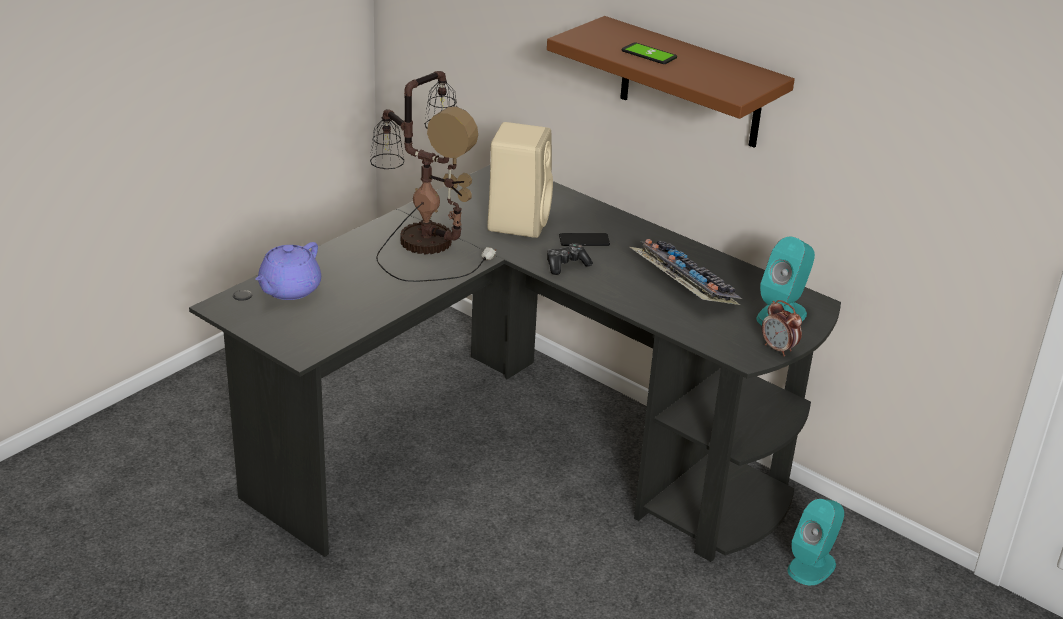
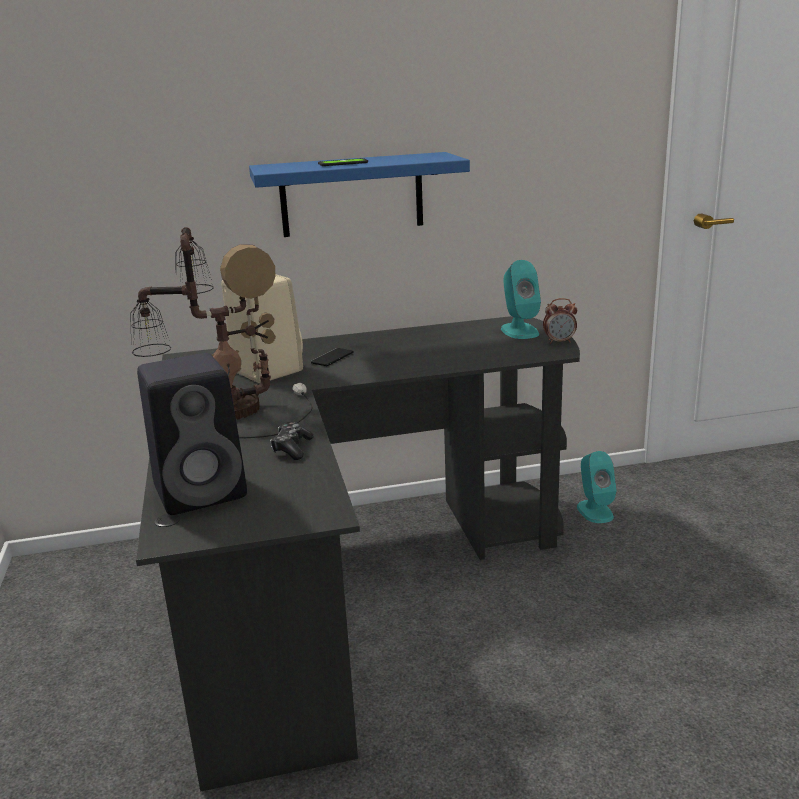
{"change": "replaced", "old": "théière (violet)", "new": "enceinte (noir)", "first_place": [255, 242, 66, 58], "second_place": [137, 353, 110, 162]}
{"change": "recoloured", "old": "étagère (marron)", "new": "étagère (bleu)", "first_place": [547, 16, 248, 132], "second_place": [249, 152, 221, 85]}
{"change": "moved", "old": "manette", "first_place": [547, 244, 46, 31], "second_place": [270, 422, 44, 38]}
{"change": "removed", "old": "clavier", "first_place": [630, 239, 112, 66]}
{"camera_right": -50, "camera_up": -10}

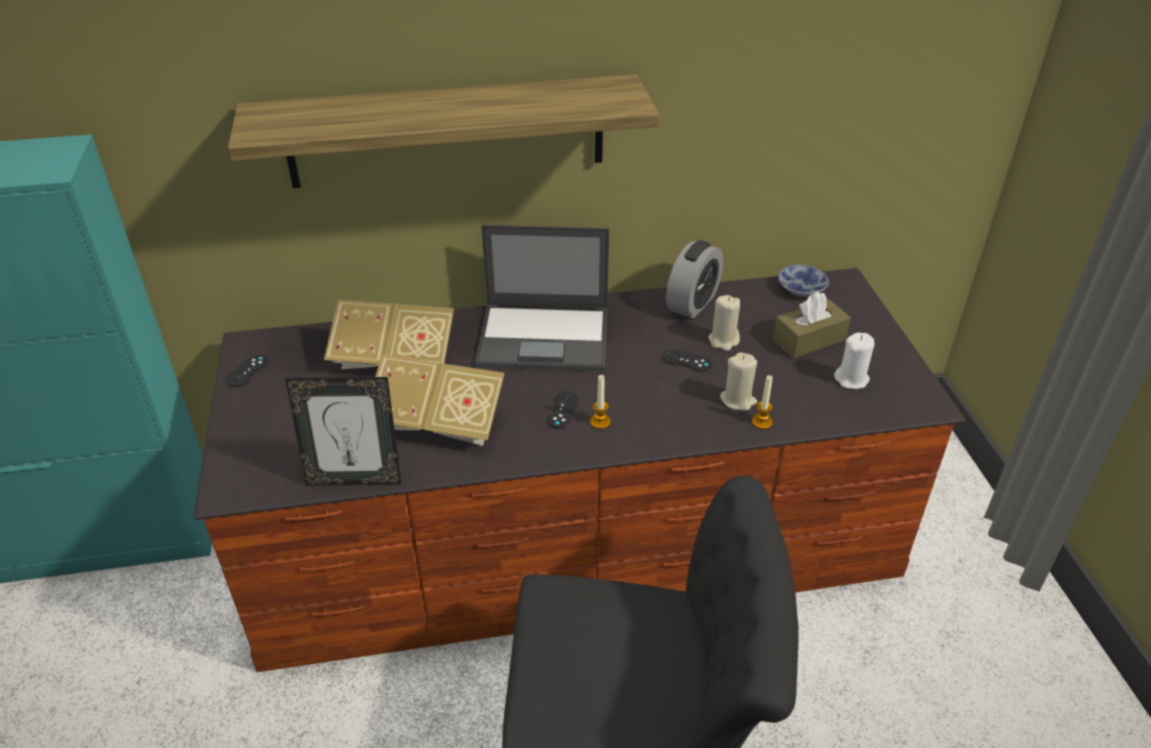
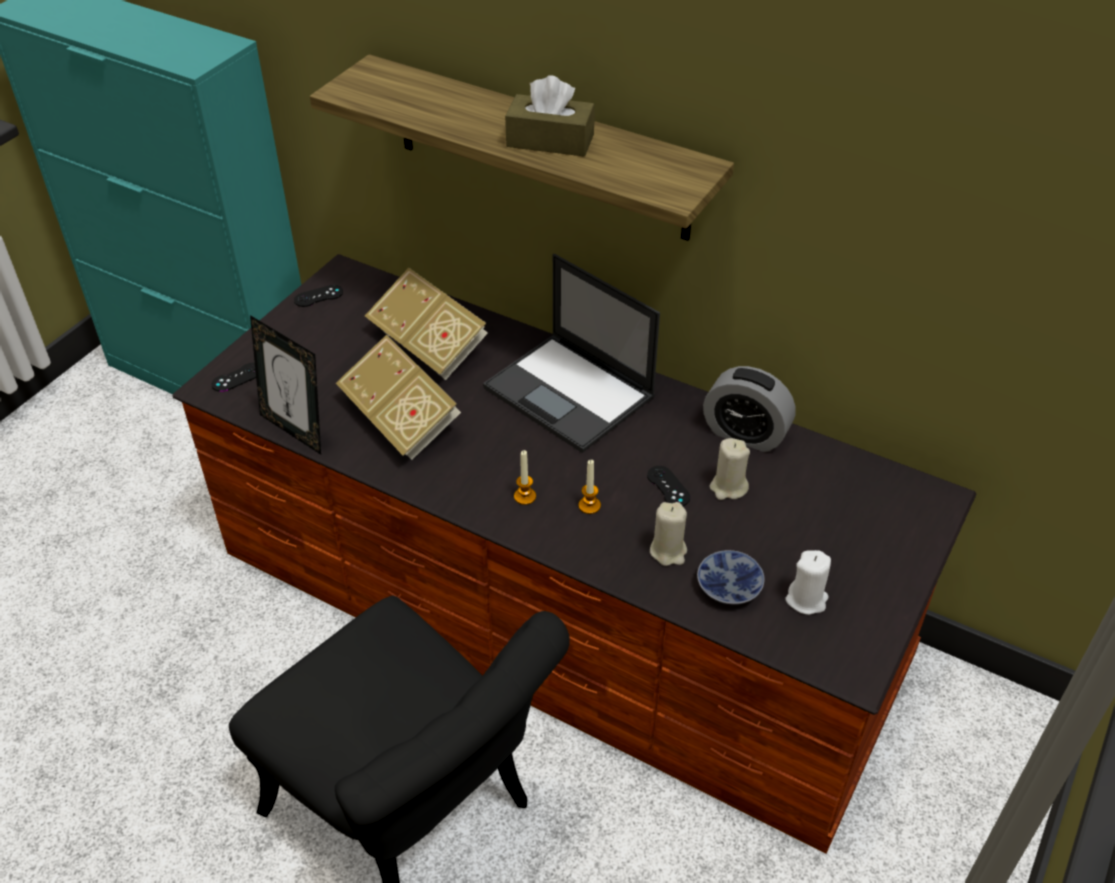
{"change": "moved", "old": "manette (noir)", "first_place": [547, 391, 31, 38], "second_place": [212, 363, 44, 29]}
{"change": "turned", "old": "réveil", "first_place": [666, 240, 57, 79], "second_place": [703, 366, 93, 86], "degrees": 45}
{"change": "moved", "old": "bougie", "first_place": [752, 375, 21, 54], "second_place": [579, 460, 22, 54]}
{"change": "moved", "old": "boîte à mouchoirs (marron)", "first_place": [773, 292, 78, 66], "second_place": [505, 75, 90, 82]}
{"change": "moved", "old": "bol", "first_place": [778, 265, 51, 32], "second_place": [697, 550, 68, 55]}
{"camera_right": 40, "camera_up": 5}

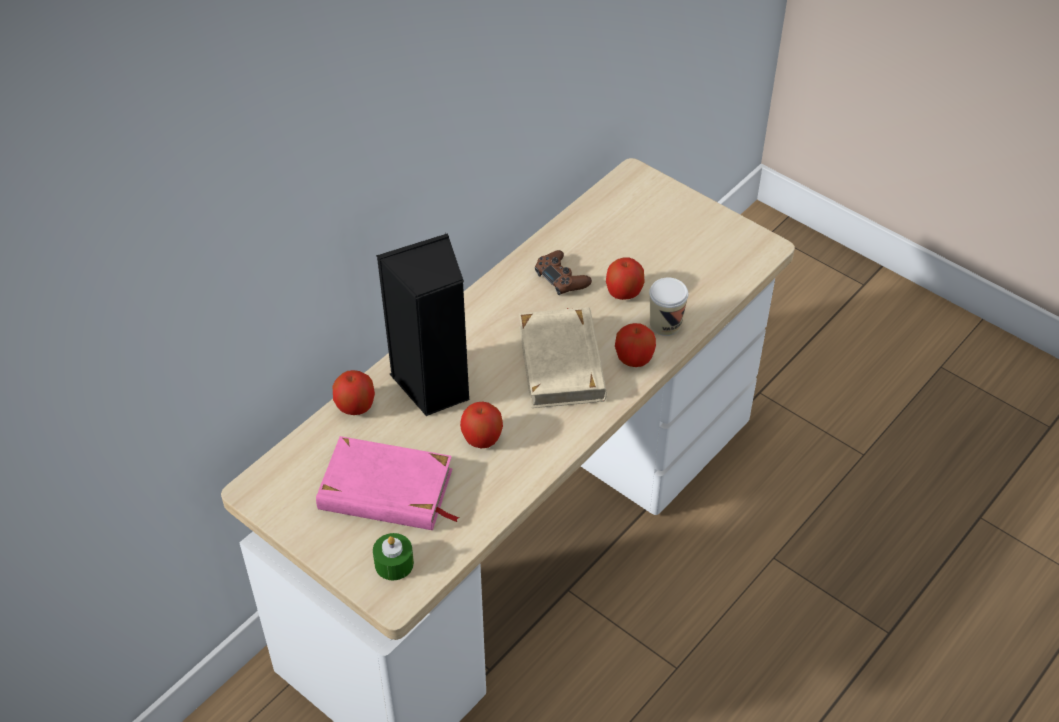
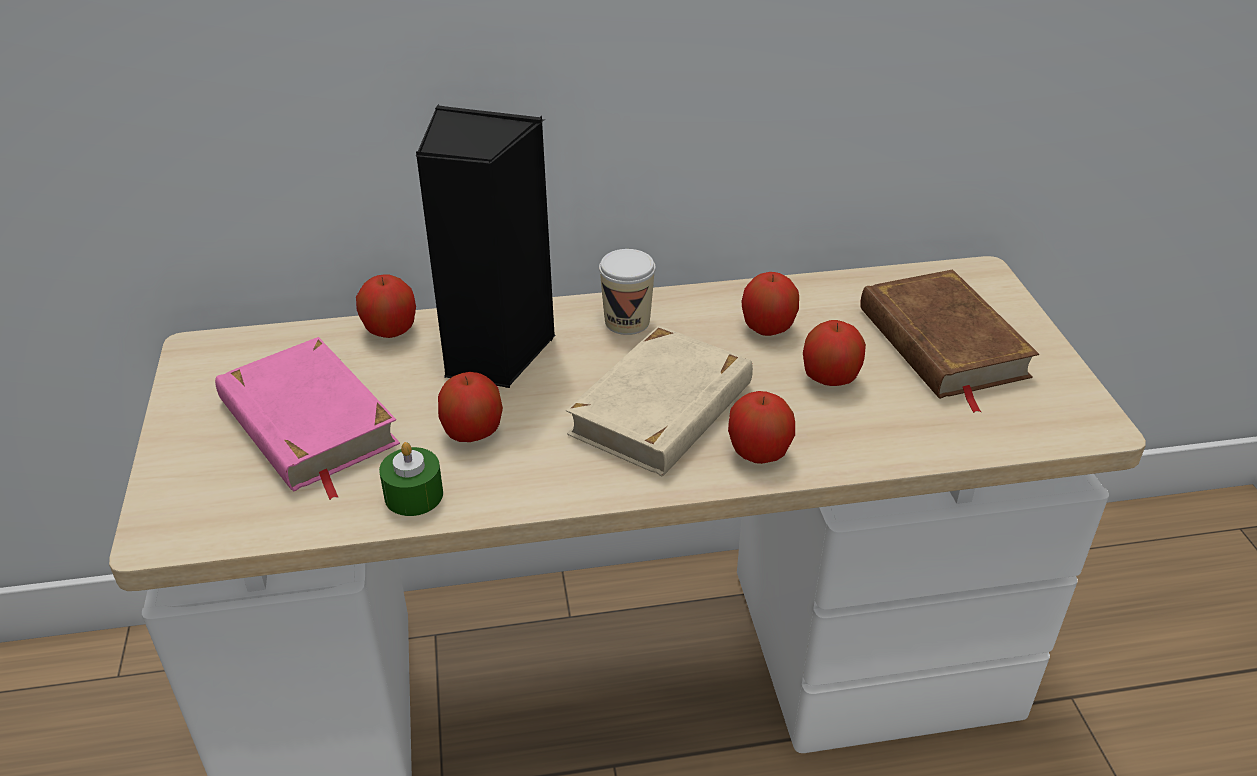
{"change": "moved", "old": "bougie (vert)", "first_place": [373, 533, 41, 47], "second_place": [379, 442, 64, 74]}
{"change": "replaced", "old": "manette (marron)", "new": "pomme", "first_place": [535, 250, 57, 45], "second_place": [742, 272, 57, 64]}
{"change": "moved", "old": "tasse", "first_place": [649, 277, 39, 59], "second_place": [599, 249, 57, 86]}
{"change": "added", "new": "livre (marron)", "second_place": [860, 270, 179, 143]}
{"camera_right": 40, "camera_up": -10}

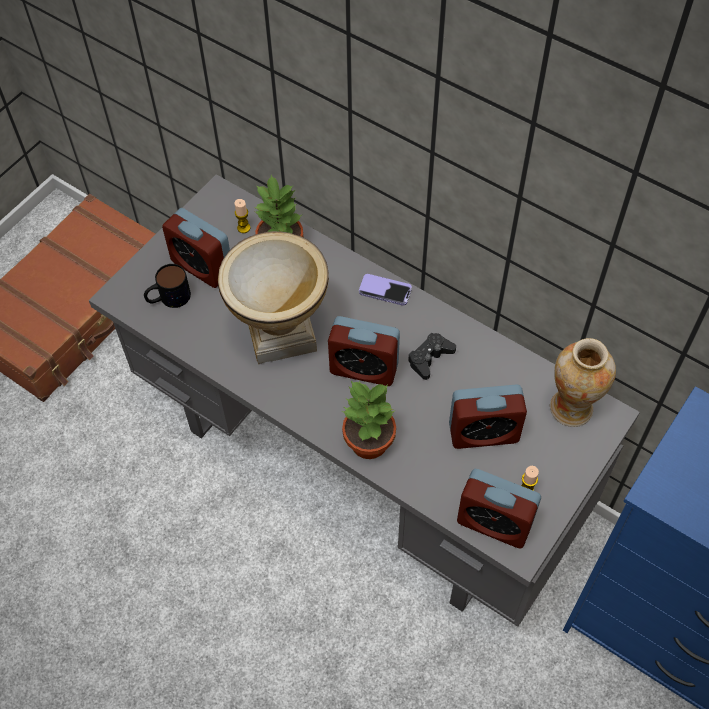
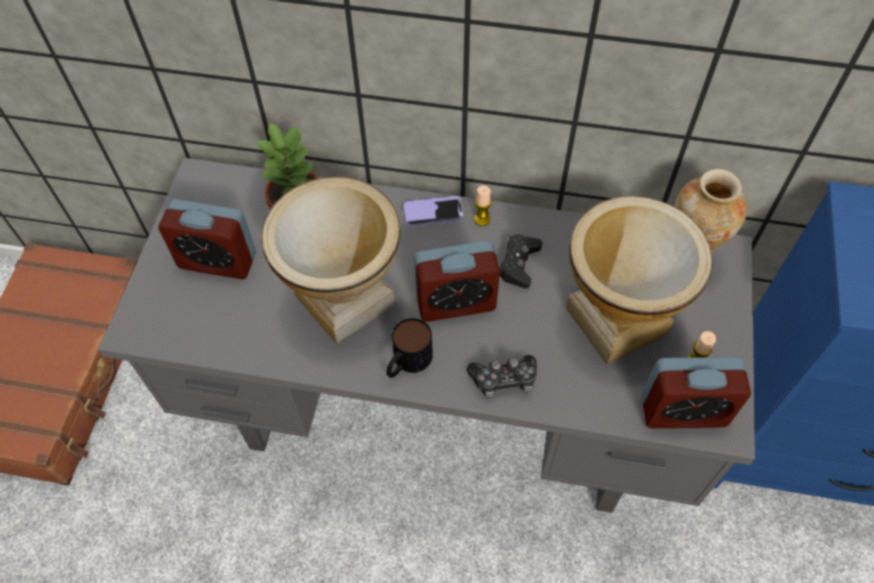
{"change": "moved", "old": "mug", "first_place": [144, 264, 47, 44], "second_place": [386, 318, 47, 60]}
{"change": "moved", "old": "bougie", "first_place": [234, 199, 16, 34], "second_place": [474, 186, 18, 40]}
{"change": "replaced", "old": "plante en pot", "new": "manette", "first_place": [342, 381, 54, 78], "second_place": [467, 355, 70, 43]}
{"change": "replaced", "old": "réveil", "new": "vase", "first_place": [449, 385, 78, 64], "second_place": [566, 196, 147, 169]}
{"camera_right": -25, "camera_up": 0}

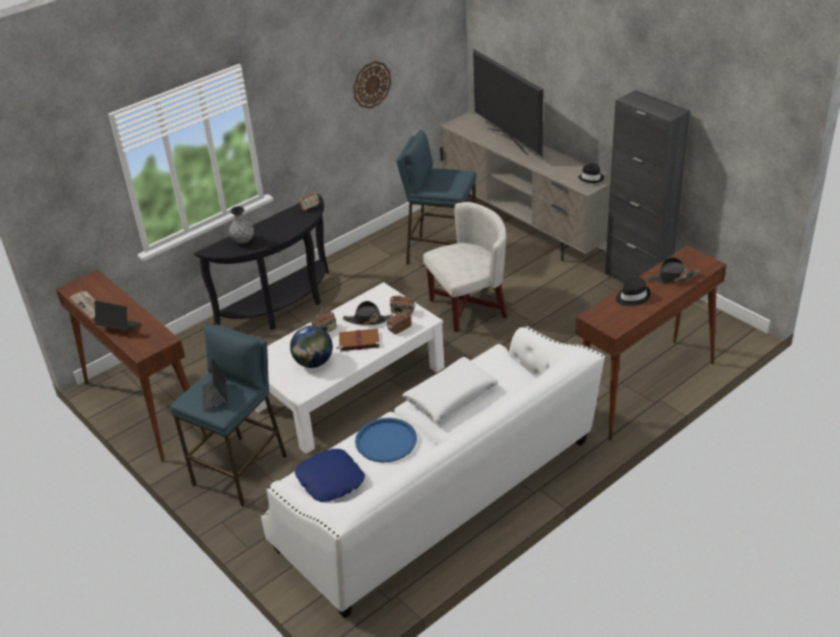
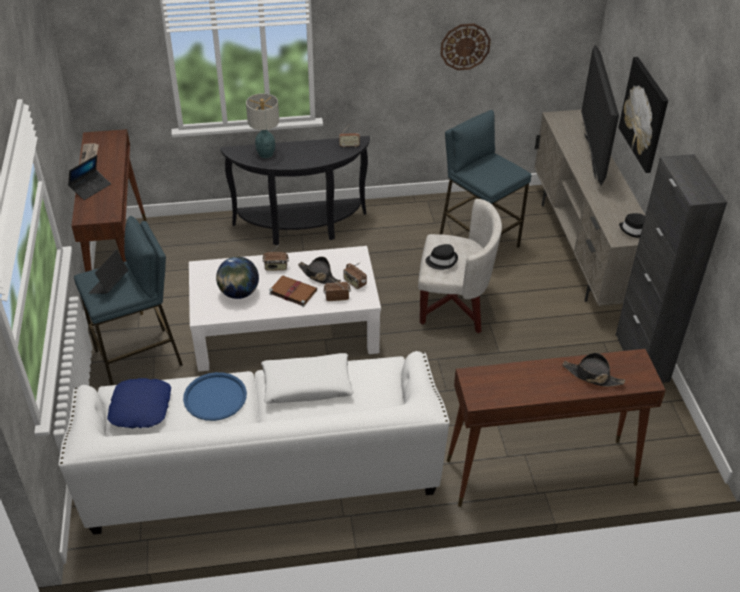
{"change": "turned", "old": "ordinateur portable", "first_place": [95, 300, 46, 31], "second_place": [68, 155, 43, 45], "degrees": 75}
{"change": "replaced", "old": "vase (gris)", "new": "lampe de table", "first_place": [229, 206, 25, 38], "second_place": [246, 93, 33, 65]}
{"change": "moved", "old": "chapeau (noir)", "first_place": [616, 277, 34, 29], "second_place": [425, 244, 33, 26]}
{"change": "added", "new": "tableau", "second_place": [618, 57, 50, 116]}
{"camera_right": 30, "camera_up": 5}

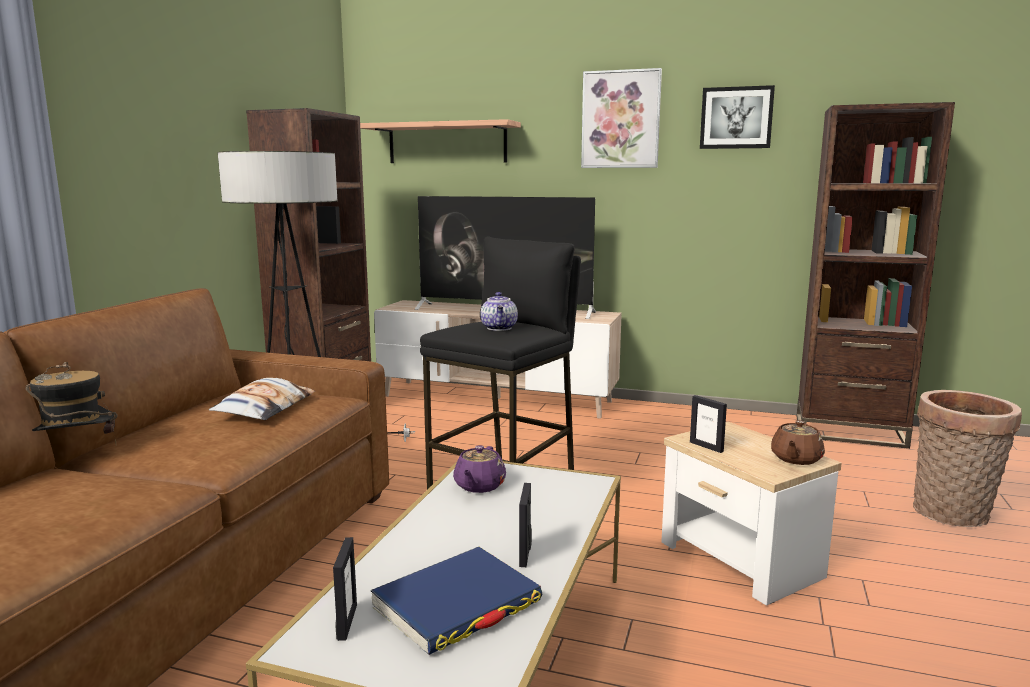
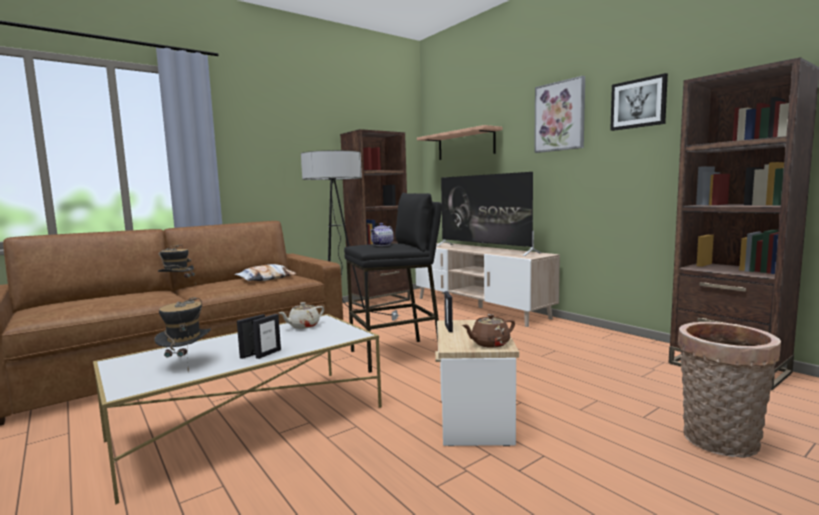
{"change": "moved", "old": "cadre photo", "first_place": [333, 537, 24, 104], "second_place": [253, 314, 28, 45]}
{"change": "replaced", "old": "livre (bleu)", "new": "chapeau", "first_place": [371, 547, 171, 108], "second_place": [154, 297, 57, 75]}
{"change": "recoloured", "old": "théière (violet)", "new": "théière (beige)", "first_place": [453, 445, 53, 48], "second_place": [278, 302, 46, 27]}
{"camera_right": 35, "camera_up": -5}

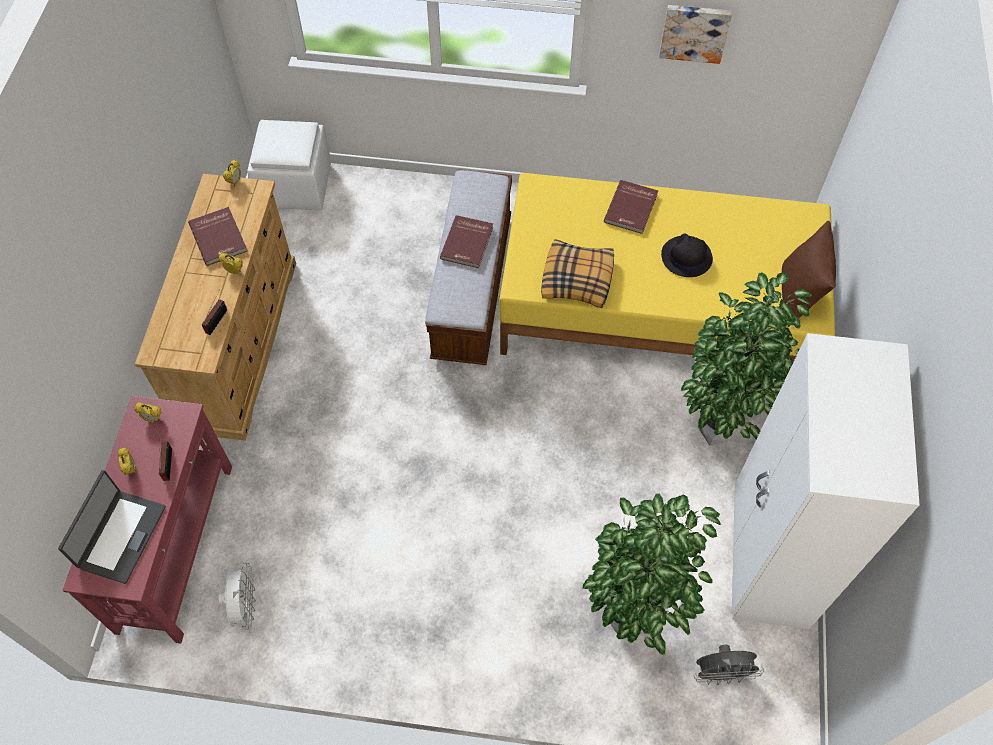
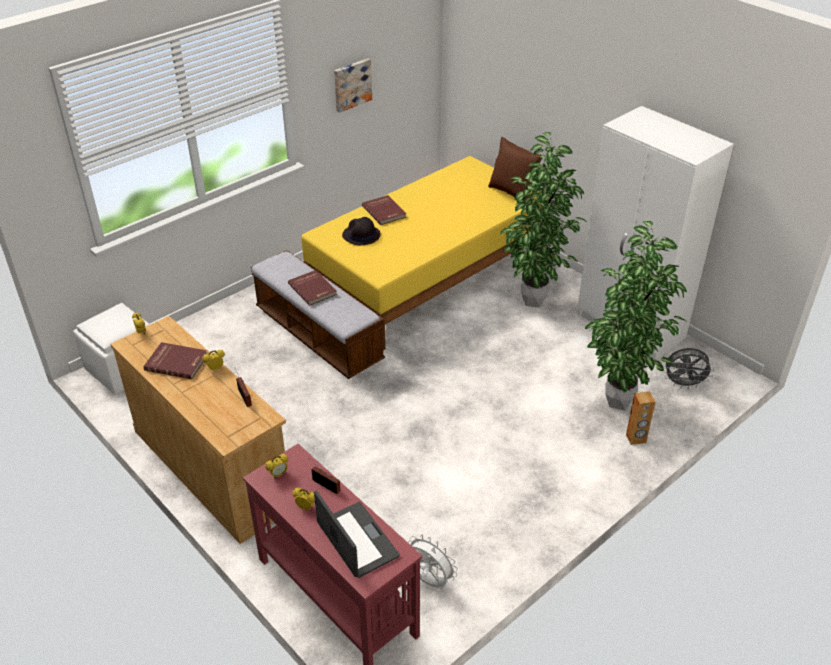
{"change": "removed", "old": "coussin", "first_place": [541, 239, 73, 69]}
{"change": "moved", "old": "chapeau (noir)", "first_place": [661, 233, 52, 44], "second_place": [342, 217, 39, 28]}
{"change": "turned", "old": "ventilateur (gris)", "first_place": [694, 645, 70, 40], "second_place": [664, 348, 50, 41], "degrees": 60}
{"change": "added", "new": "enceinte (marron)", "second_place": [626, 391, 30, 54]}
{"camera_right": -50, "camera_up": -20}

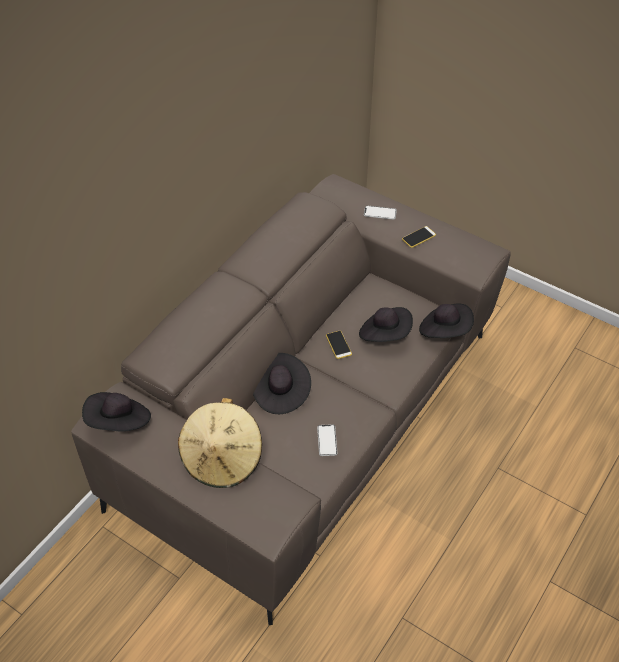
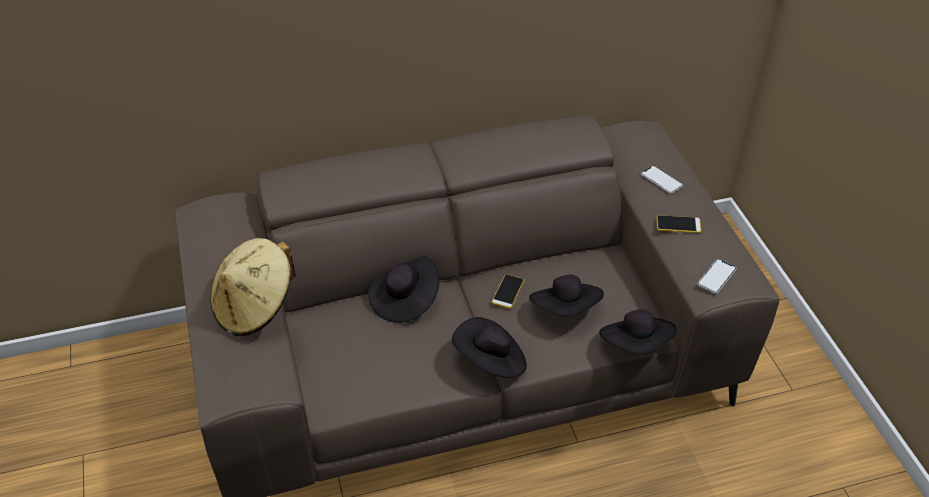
{"change": "moved", "old": "chapeau (noir)", "first_place": [82, 392, 69, 40], "second_place": [452, 317, 75, 61]}
{"change": "moved", "old": "téléphone", "first_place": [317, 424, 20, 32], "second_place": [697, 259, 40, 35]}
{"camera_right": 40, "camera_up": -5}

